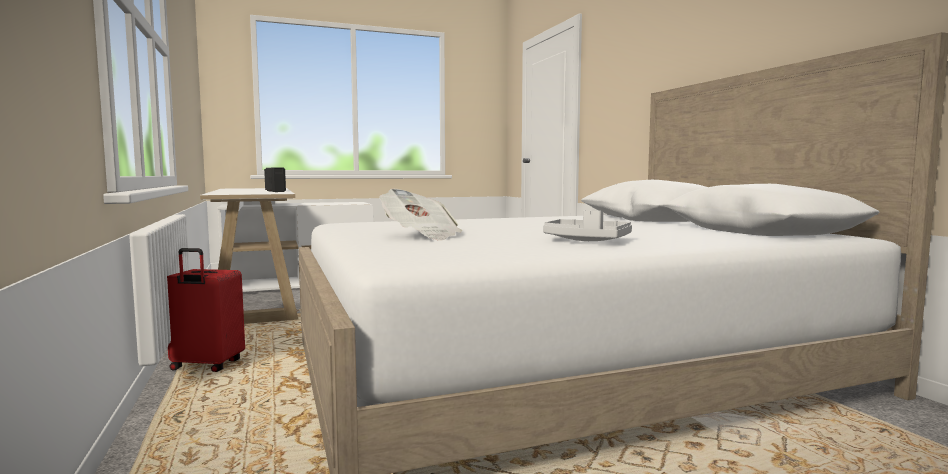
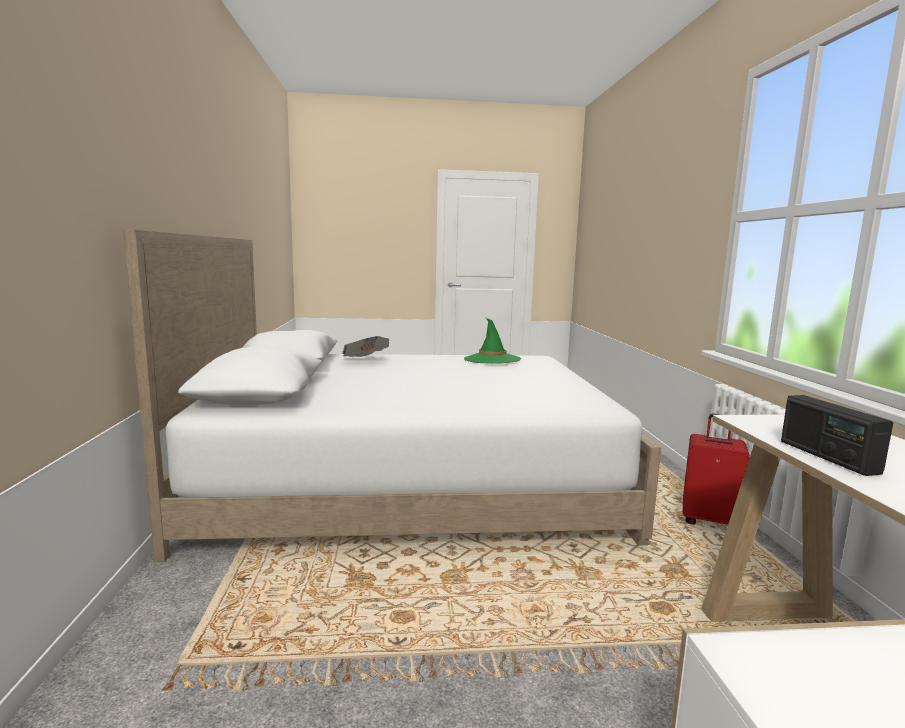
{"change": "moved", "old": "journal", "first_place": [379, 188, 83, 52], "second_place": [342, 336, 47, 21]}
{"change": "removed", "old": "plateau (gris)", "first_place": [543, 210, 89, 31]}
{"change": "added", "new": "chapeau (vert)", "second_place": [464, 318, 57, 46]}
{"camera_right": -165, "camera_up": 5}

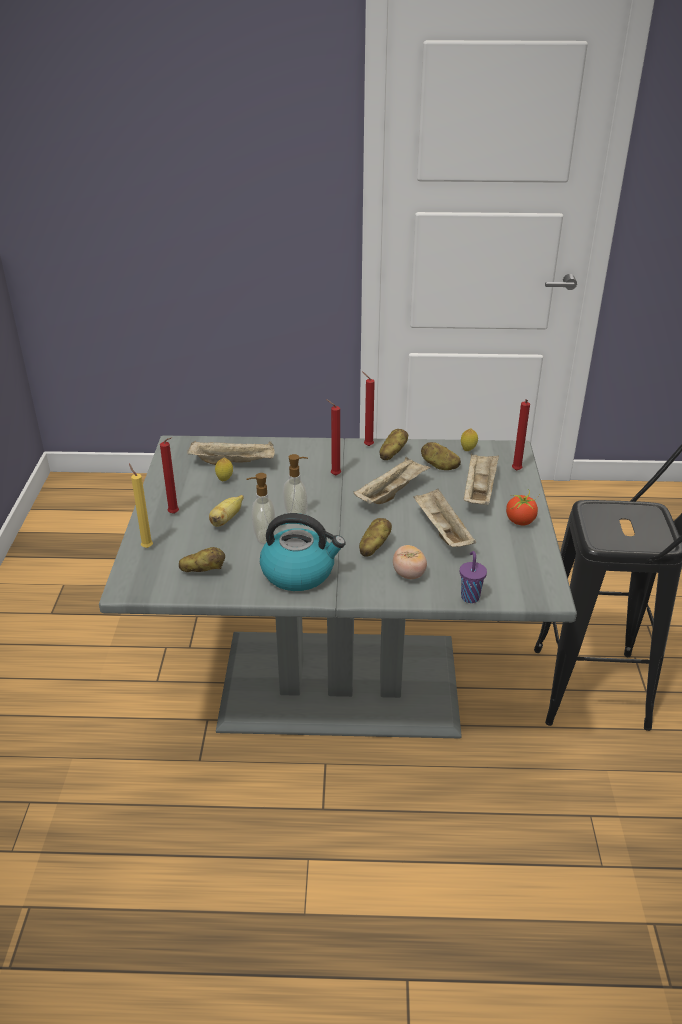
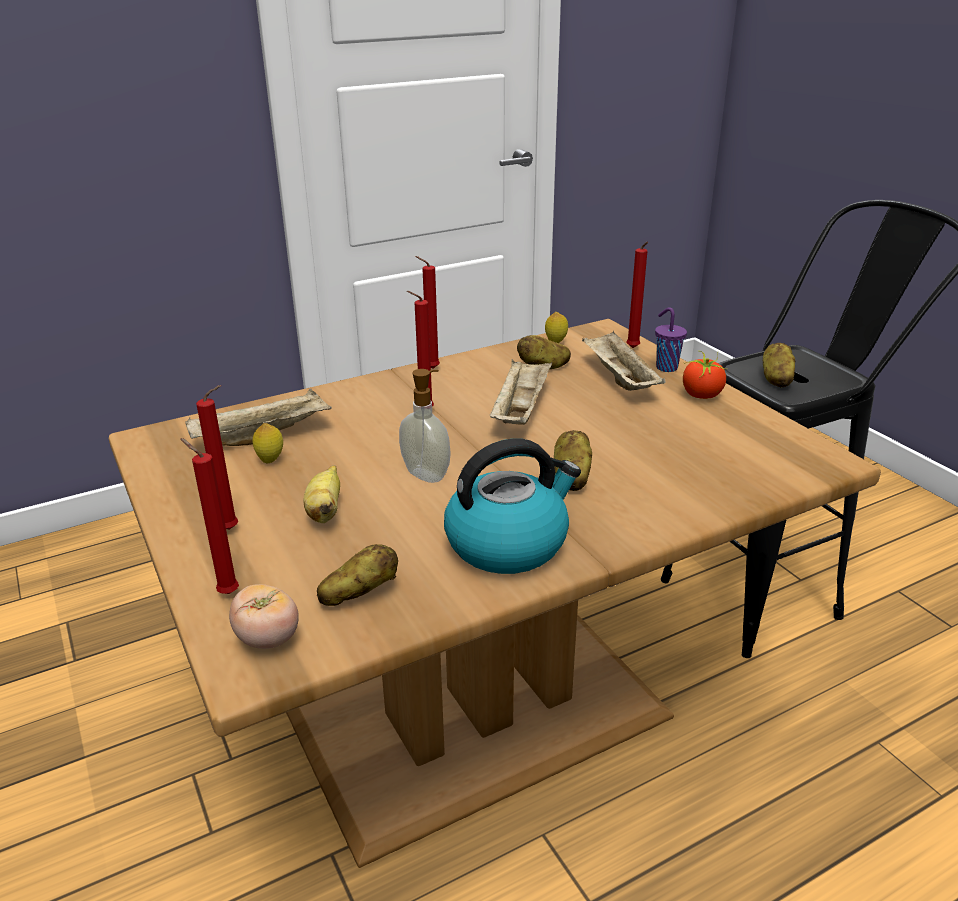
{"change": "recoloured", "old": "table à manger (gris)", "new": "table à manger (marron)", "first_place": [99, 435, 478, 303], "second_place": [109, 319, 772, 549]}
{"change": "recoloured", "old": "bougie (jaune)", "new": "bougie (rouge)", "first_place": [129, 464, 24, 84], "second_place": [180, 438, 59, 156]}
{"change": "removed", "old": "distributeur de savon", "first_place": [247, 473, 28, 71]}
{"change": "moved", "old": "pomme de terre", "first_place": [380, 429, 28, 31], "second_place": [763, 343, 32, 45]}
{"change": "moved", "old": "tomate", "first_place": [393, 545, 34, 34], "second_place": [229, 584, 70, 65]}
{"change": "removed", "old": "plateau (beige)", "first_place": [413, 488, 63, 59]}
{"change": "moved", "old": "tasse (violet)", "first_place": [460, 551, 27, 52], "second_place": [655, 307, 32, 65]}
{"camera_right": -30, "camera_up": -5}

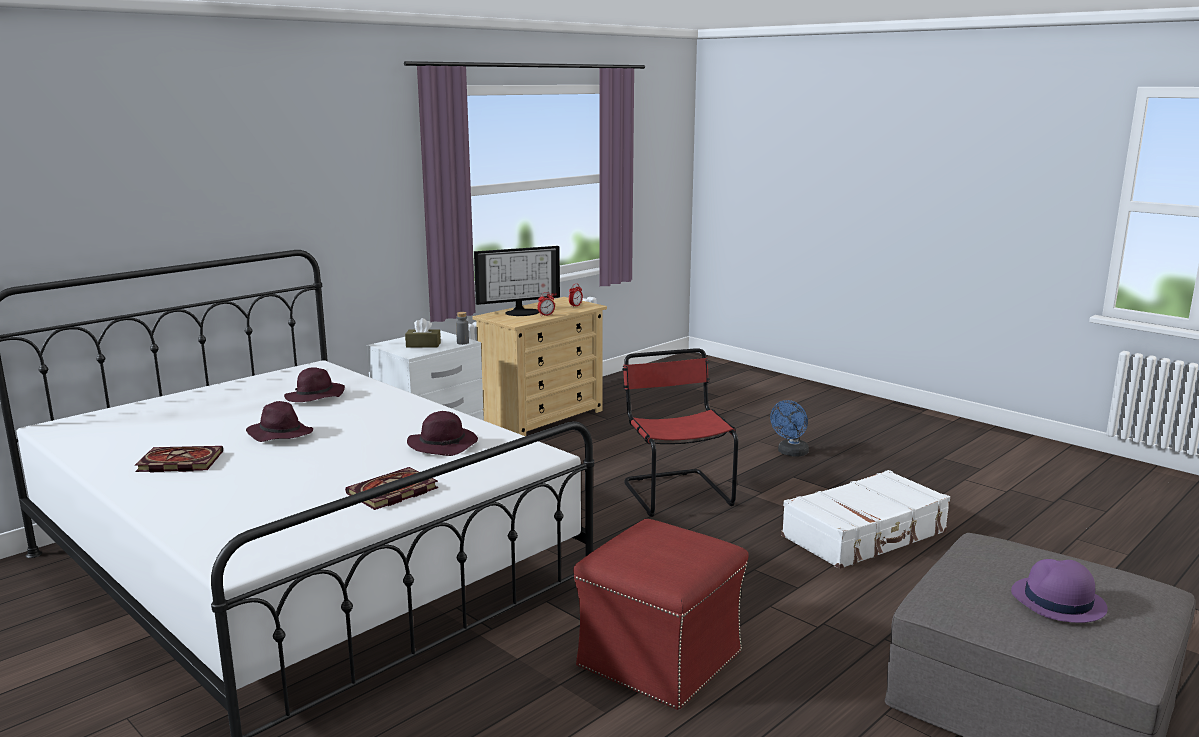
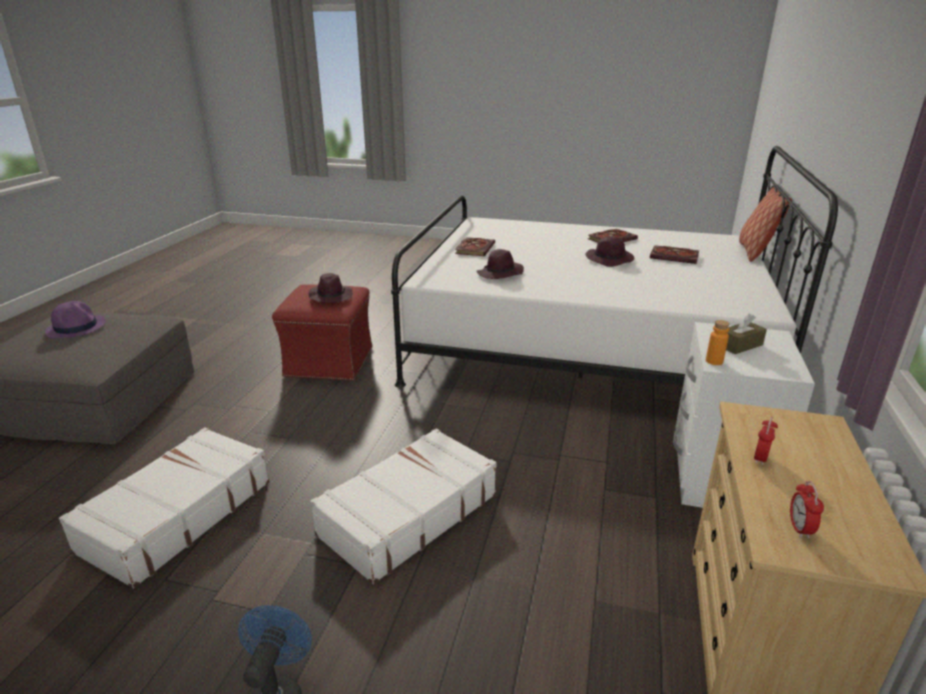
{"change": "moved", "old": "chapeau (violet)", "first_place": [284, 367, 61, 35], "second_place": [309, 273, 44, 30]}
{"change": "recoloured", "old": "bouteille (gris)", "new": "bouteille (orange)", "first_place": [456, 312, 13, 33], "second_place": [706, 320, 24, 45]}
{"change": "removed", "old": "écran d'ordinateur", "first_place": [474, 246, 86, 70]}
{"change": "replaced", "old": "chaise (rouge)", "new": "valise (blanc)", "first_place": [622, 348, 116, 169], "second_place": [310, 428, 187, 156]}
{"change": "added", "new": "livre", "second_place": [650, 245, 49, 19]}
{"change": "added", "new": "coussin", "second_place": [739, 187, 53, 75]}
{"camera_right": 150, "camera_up": 10}

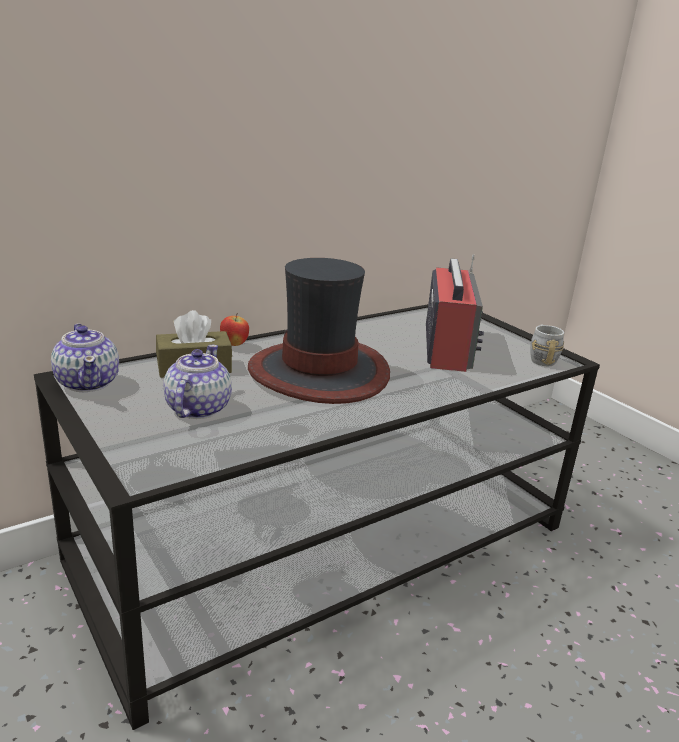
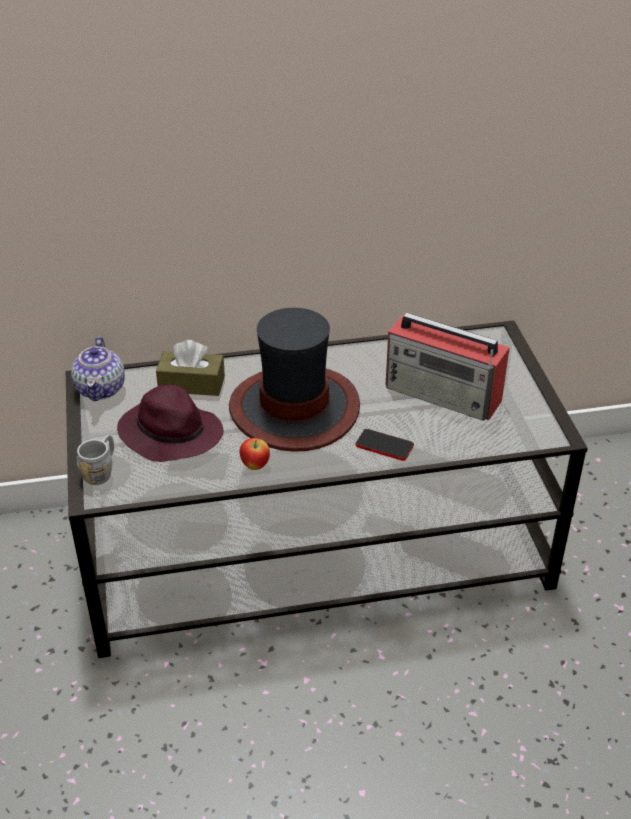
{"change": "replaced", "old": "théière", "new": "chapeau (violet)", "first_place": [163, 345, 69, 74], "second_place": [117, 384, 107, 78]}
{"change": "moved", "old": "pomme", "first_place": [220, 313, 29, 33], "second_place": [240, 438, 30, 32]}
{"change": "turned", "old": "radio", "first_place": [426, 254, 58, 118], "second_place": [386, 313, 124, 108], "degrees": 90}
{"change": "moved", "old": "mug (gris)", "first_place": [530, 324, 34, 42], "second_place": [77, 435, 37, 50]}
{"change": "added", "new": "téléphone", "second_place": [355, 429, 59, 32]}
{"camera_right": 25, "camera_up": 15}

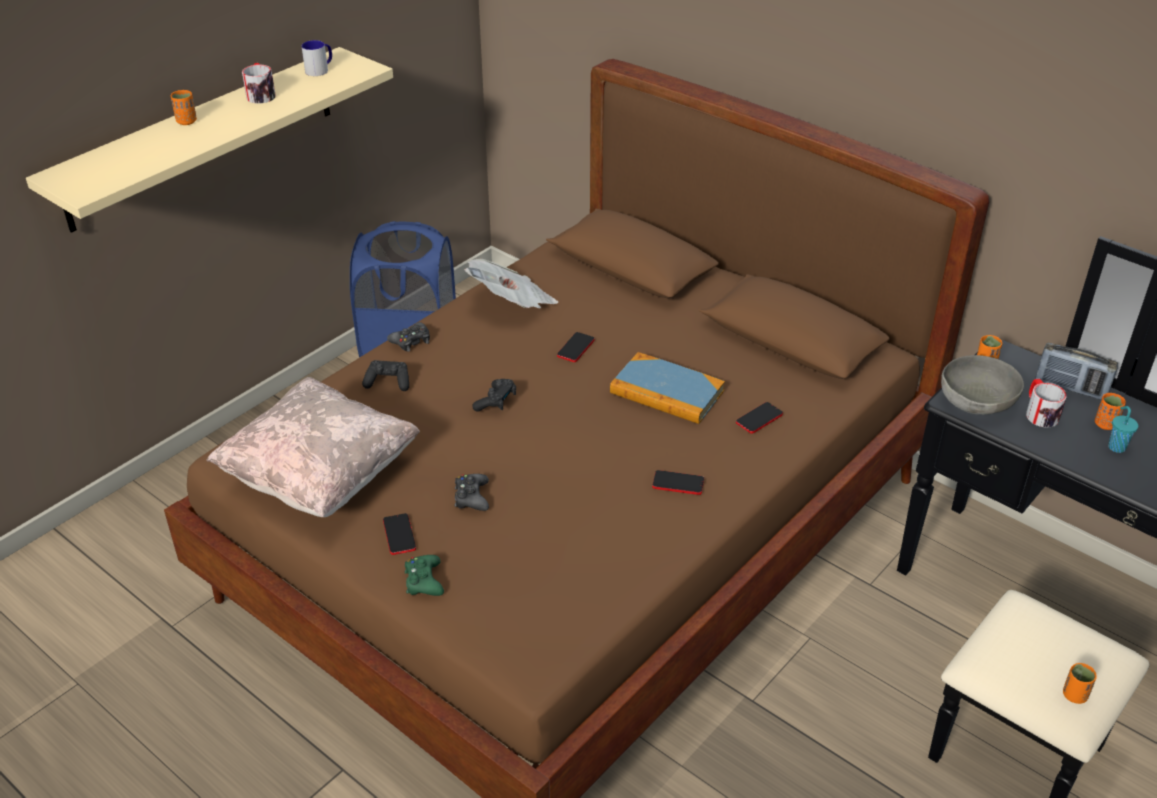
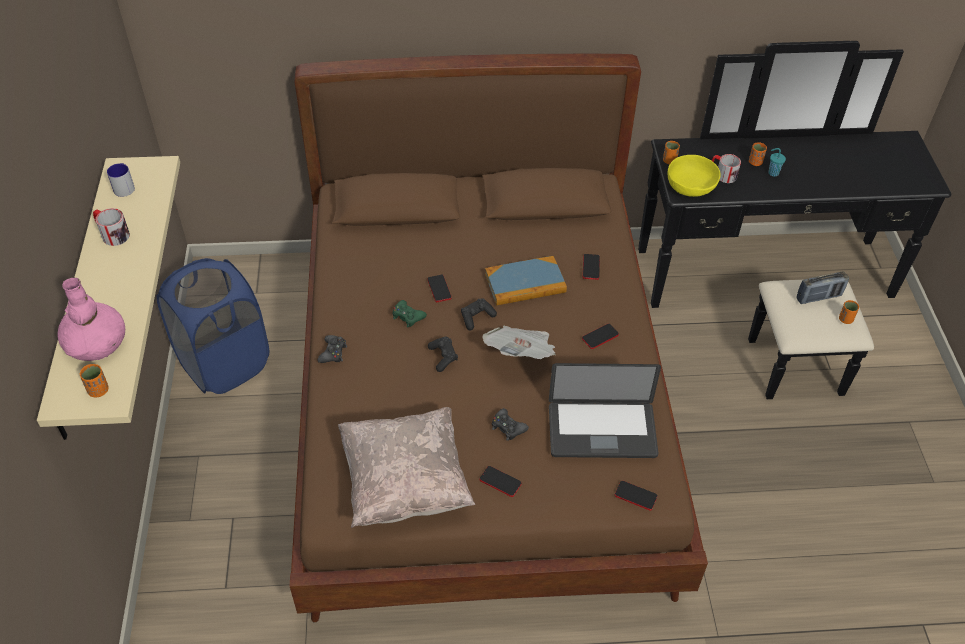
{"change": "moved", "old": "tasse (orange)", "first_place": [171, 90, 26, 35], "second_place": [80, 364, 29, 34]}
{"change": "moved", "old": "manette (noir)", "first_place": [362, 360, 47, 31], "second_place": [461, 298, 36, 33]}
{"change": "moved", "old": "manette (vert)", "first_place": [405, 555, 39, 41], "second_place": [392, 300, 35, 27]}
{"change": "moved", "old": "journal", "first_place": [464, 259, 94, 49], "second_place": [483, 326, 73, 33]}
{"change": "recoloured", "old": "bol (gris)", "new": "bol (jaune)", "first_place": [941, 355, 83, 60], "second_place": [668, 155, 52, 42]}
{"change": "moved", "old": "radio", "first_place": [1035, 343, 83, 57], "second_place": [796, 271, 53, 33]}
{"change": "added", "new": "vase (rose)", "second_place": [57, 278, 68, 83]}
{"change": "added", "new": "ordinateur portable", "second_place": [549, 363, 112, 95]}
{"change": "added", "new": "téléphone", "second_place": [615, 481, 43, 29]}
{"camera_right": -45, "camera_up": 10}

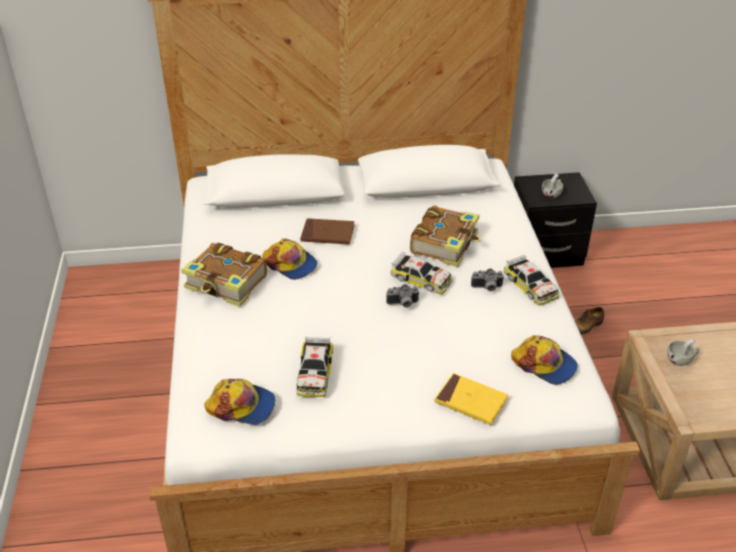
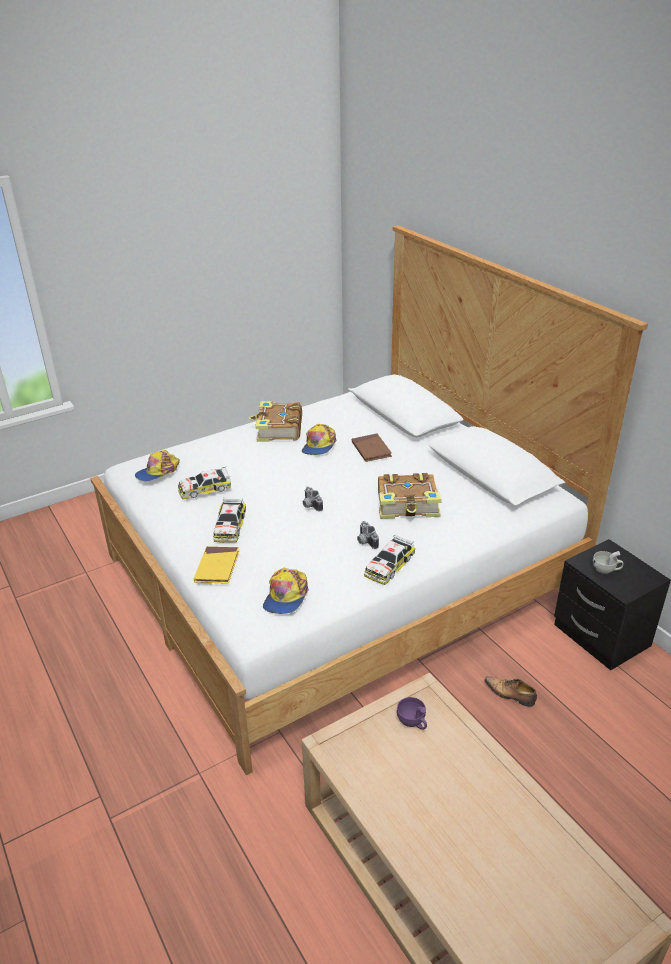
{"change": "turned", "old": "casquette", "first_place": [205, 379, 70, 46], "second_place": [135, 450, 45, 31], "degrees": 60}
{"change": "moved", "old": "petite voiture", "first_place": [391, 252, 62, 42], "second_place": [213, 498, 33, 45]}
{"change": "recoloured", "old": "tasse (blanc)", "new": "tasse (violet)", "first_place": [667, 338, 32, 28], "second_place": [397, 697, 30, 33]}
{"camera_right": 65, "camera_up": -5}

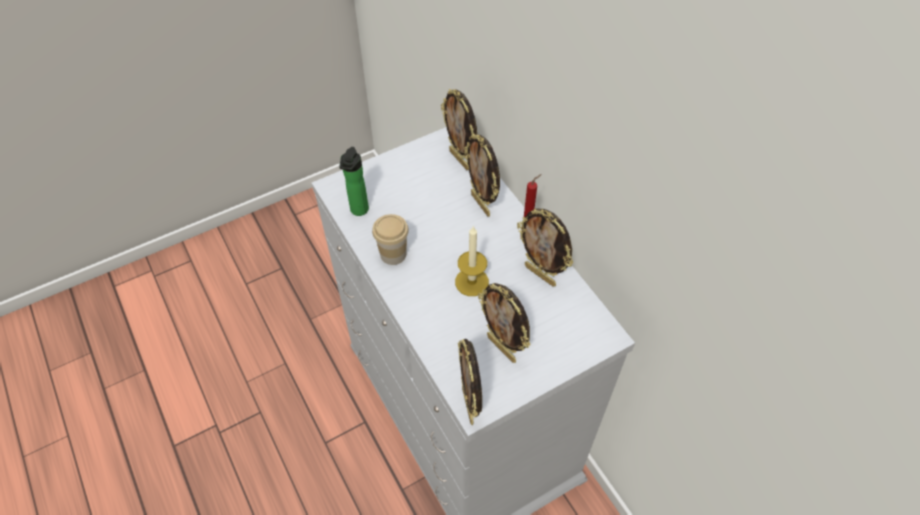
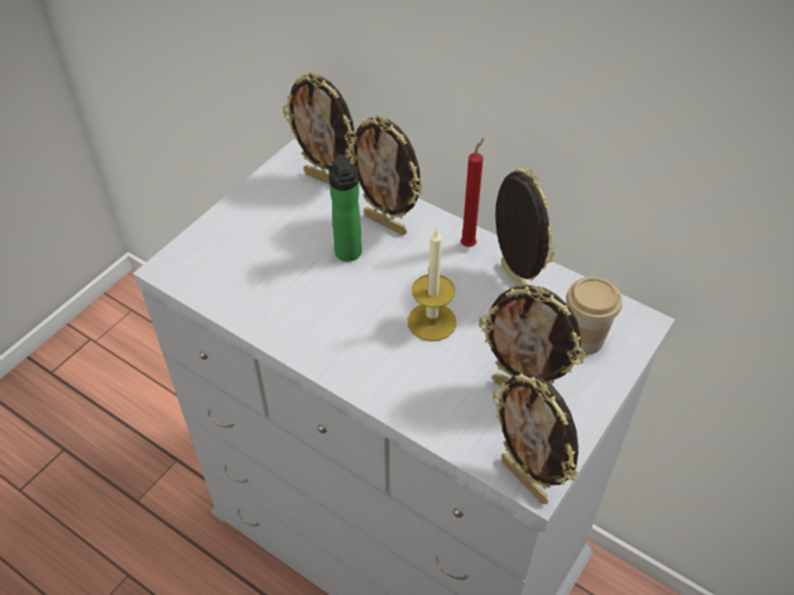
{"change": "moved", "old": "bouteille", "first_place": [339, 147, 30, 69], "second_place": [329, 154, 33, 108]}
{"change": "moved", "old": "tasse", "first_place": [372, 214, 37, 51], "second_place": [566, 277, 56, 78]}
{"change": "turned", "old": "cadre photo", "first_place": [517, 208, 56, 79], "second_place": [495, 166, 60, 120], "degrees": -135}
{"camera_right": -25, "camera_up": -5}

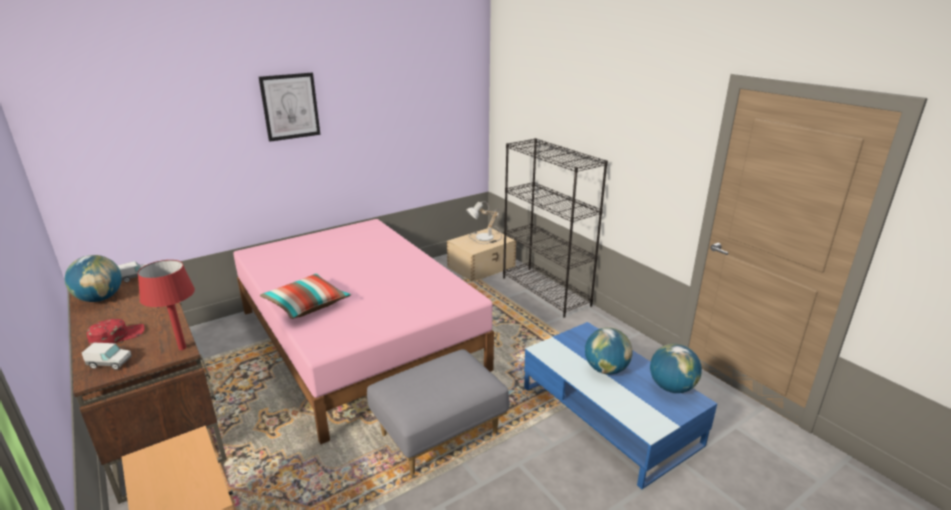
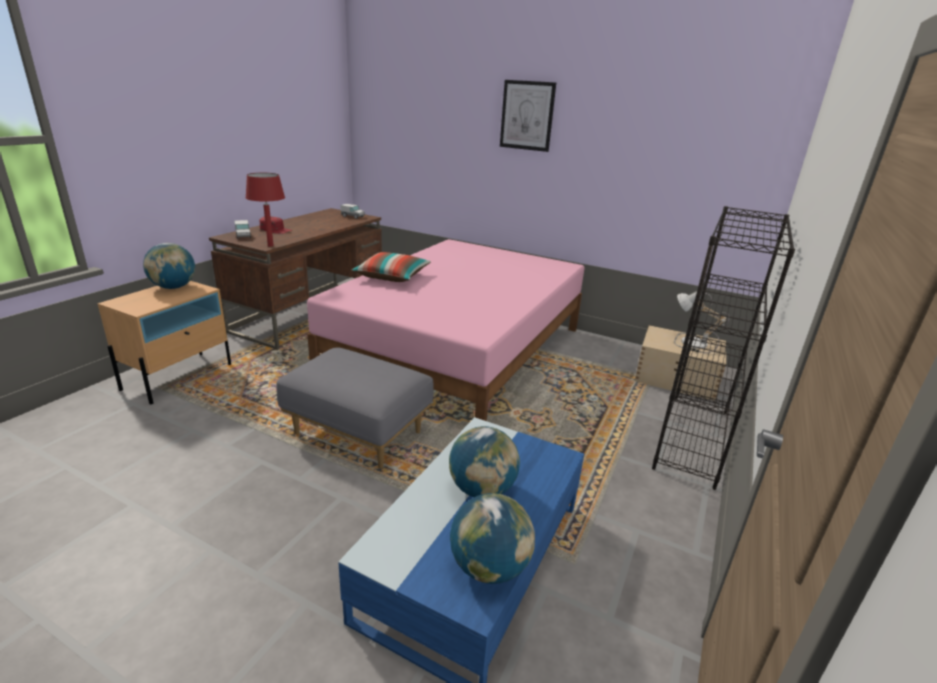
{"change": "moved", "old": "globe", "first_place": [65, 255, 57, 47], "second_place": [143, 243, 52, 46]}
{"camera_right": 60, "camera_up": 0}

